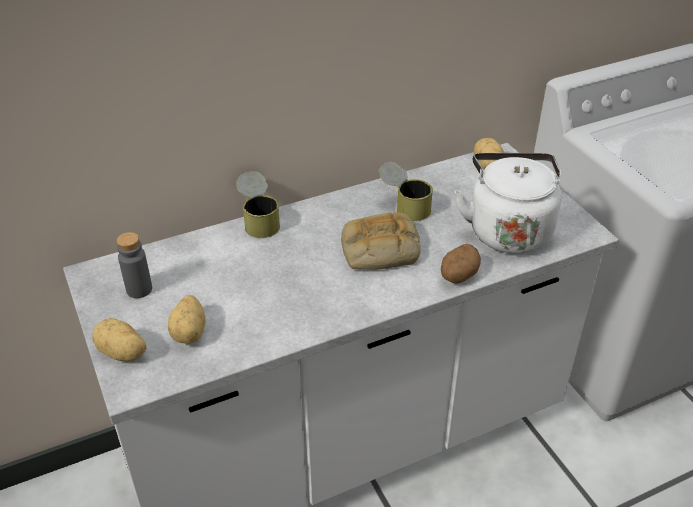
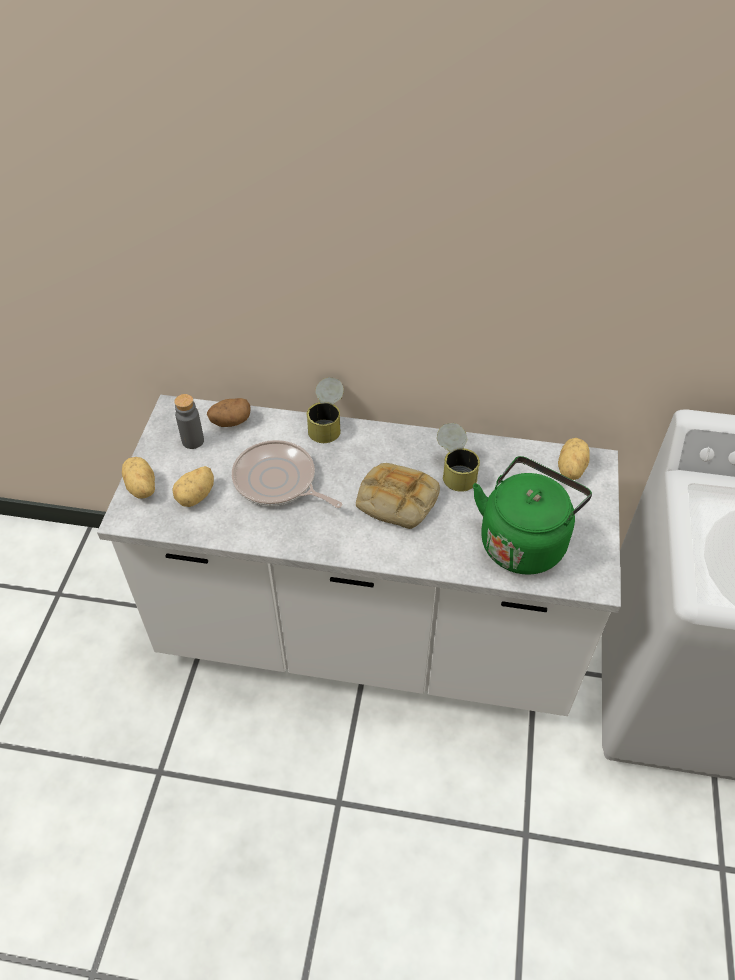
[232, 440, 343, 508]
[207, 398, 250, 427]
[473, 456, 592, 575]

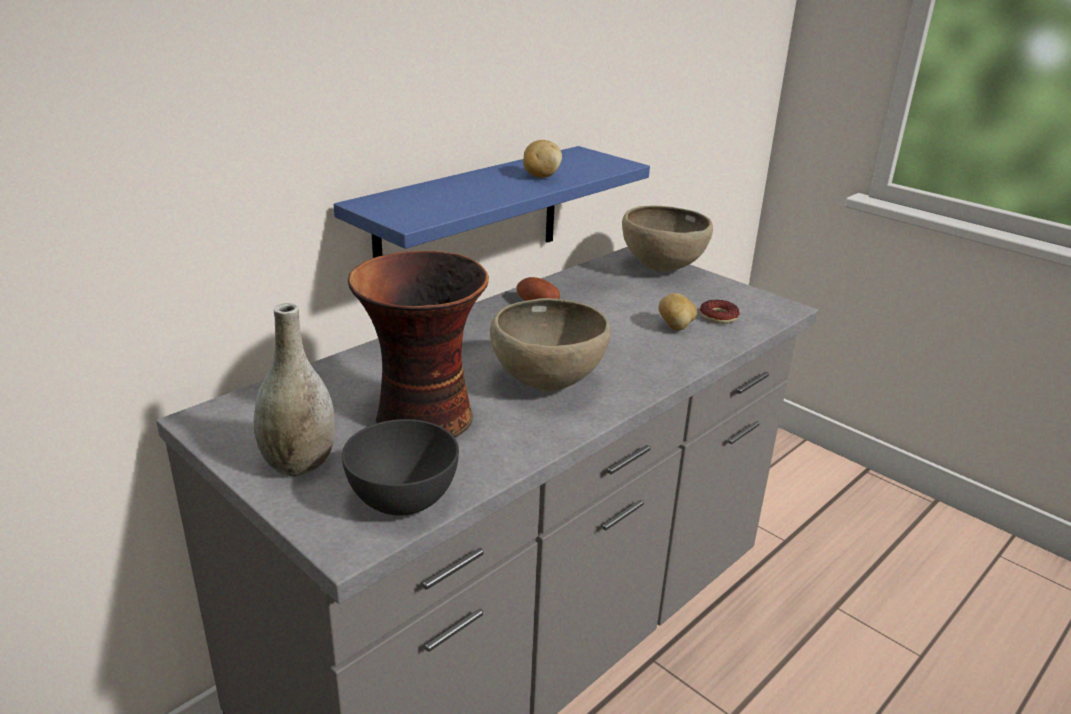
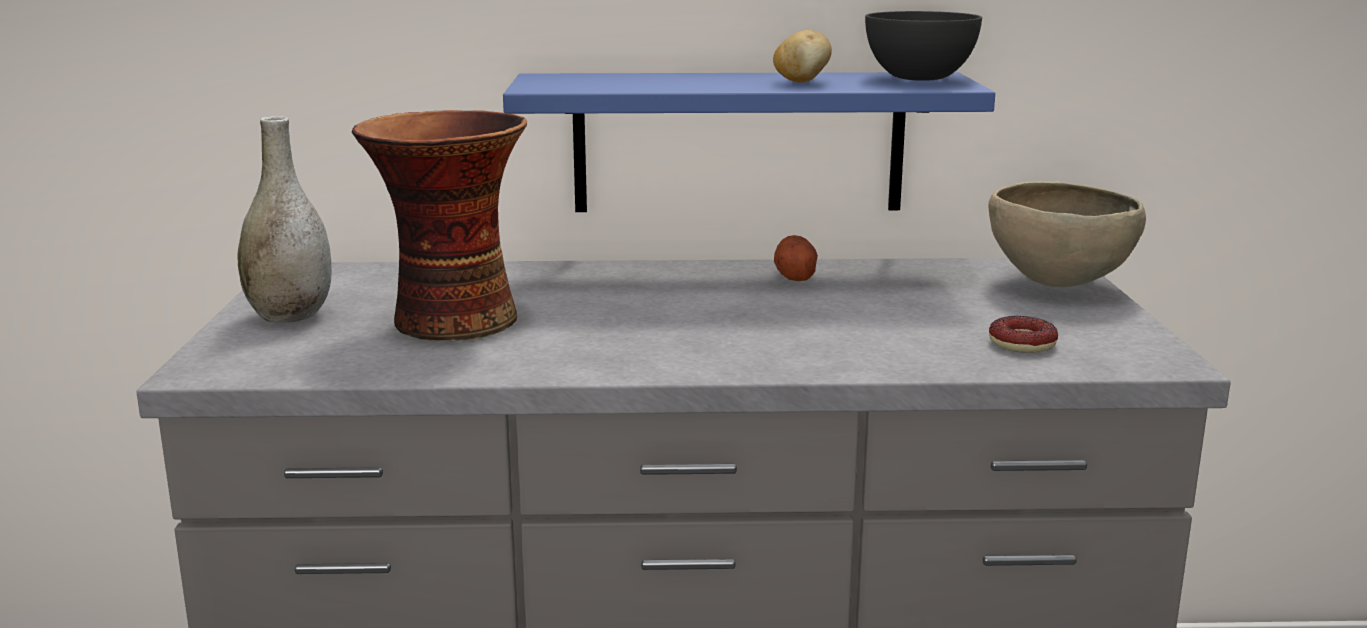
[490, 298, 611, 391] (first image)
[659, 293, 697, 331] (first image)
[865, 11, 982, 81]

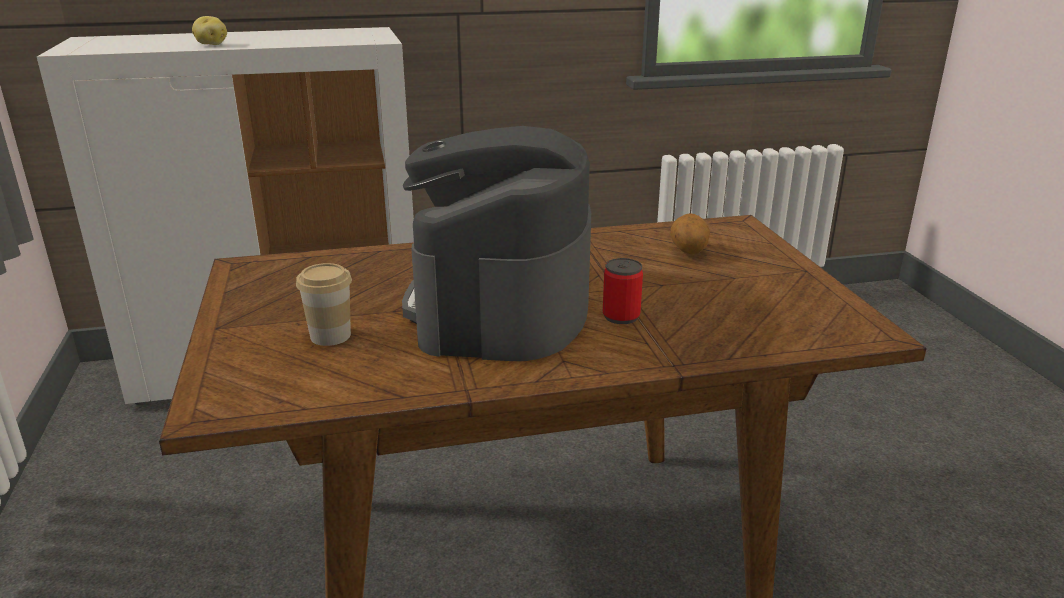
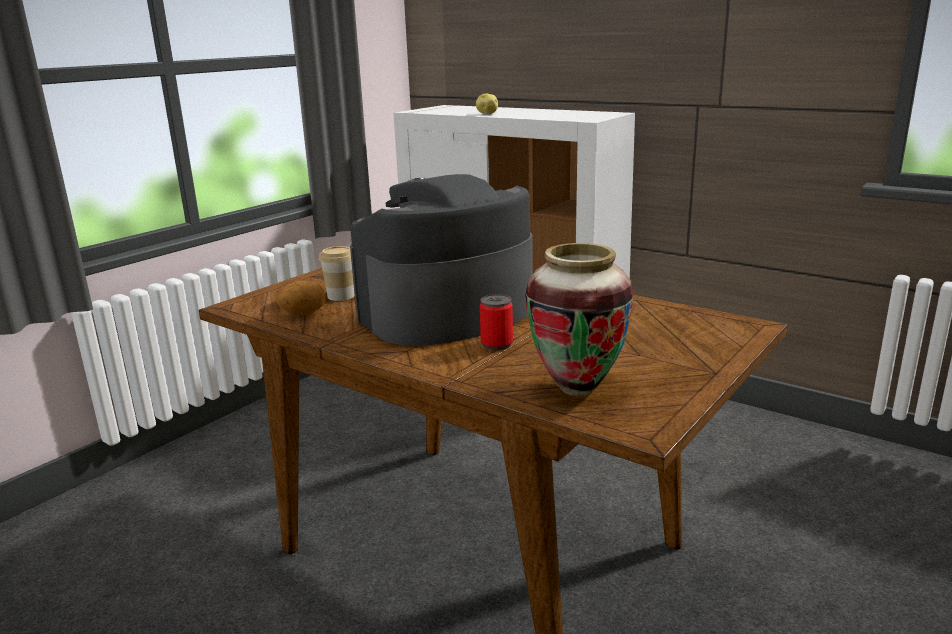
[525, 243, 634, 396]
[277, 280, 325, 315]

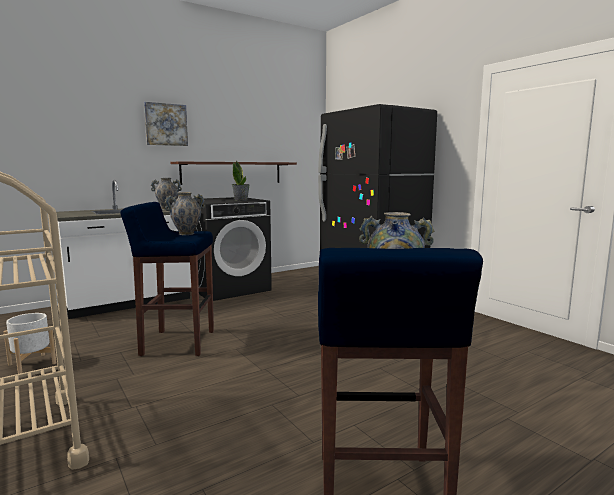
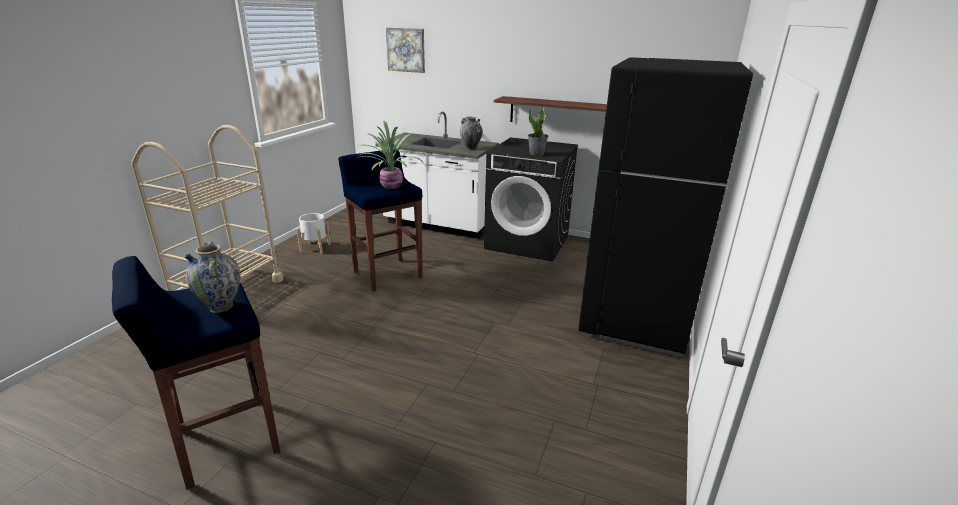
[386, 28, 425, 73]
[357, 121, 423, 189]

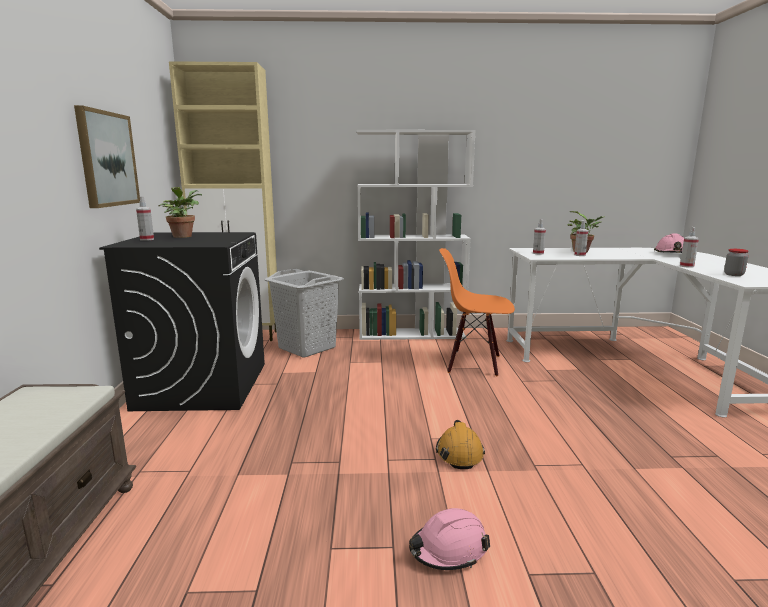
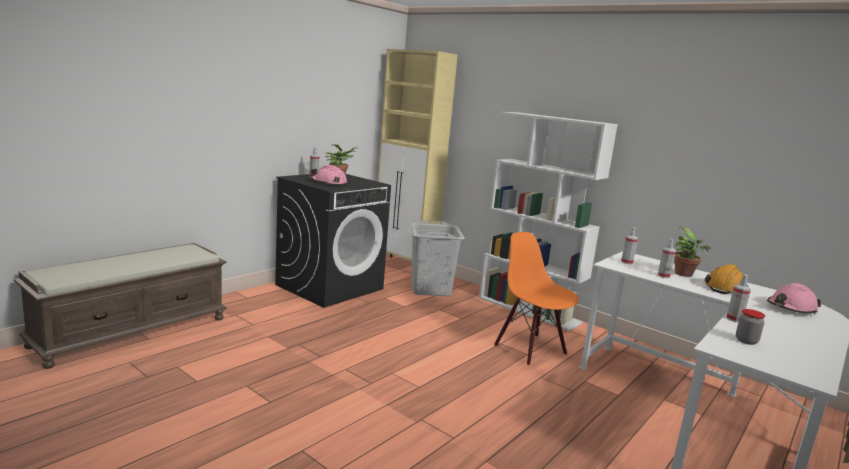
[74, 105, 140, 208] (first image)
[311, 165, 347, 186]
[705, 264, 748, 294]

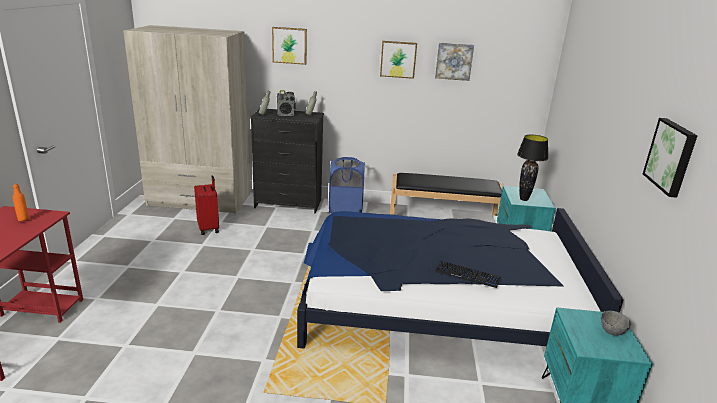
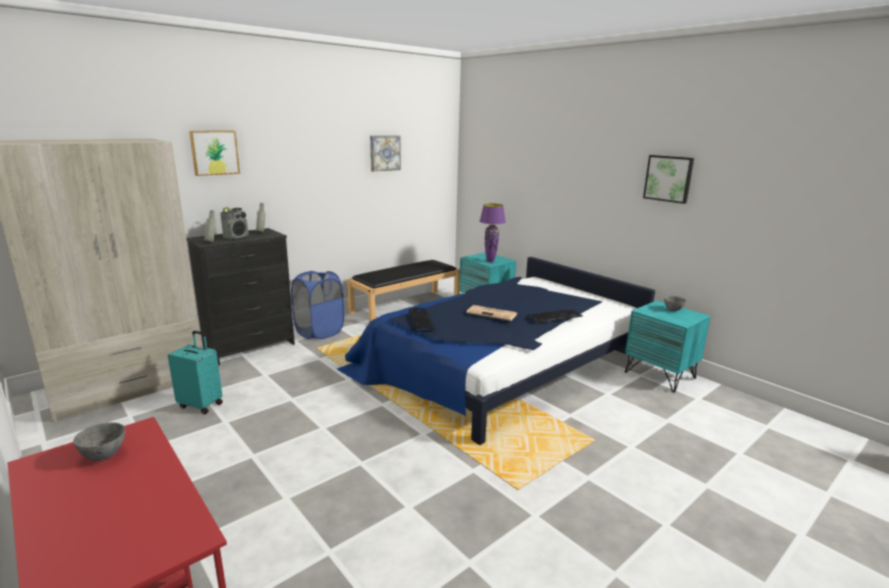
[380, 41, 417, 79] (first image)
[409, 307, 436, 331]
[466, 305, 517, 321]
[73, 422, 125, 461]
[168, 331, 223, 414]
[480, 204, 506, 262]

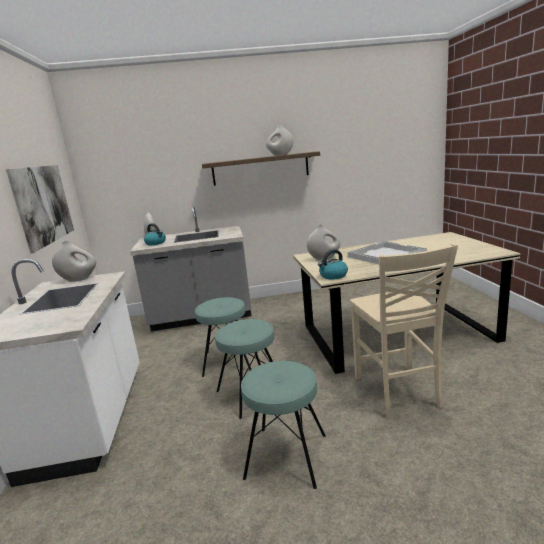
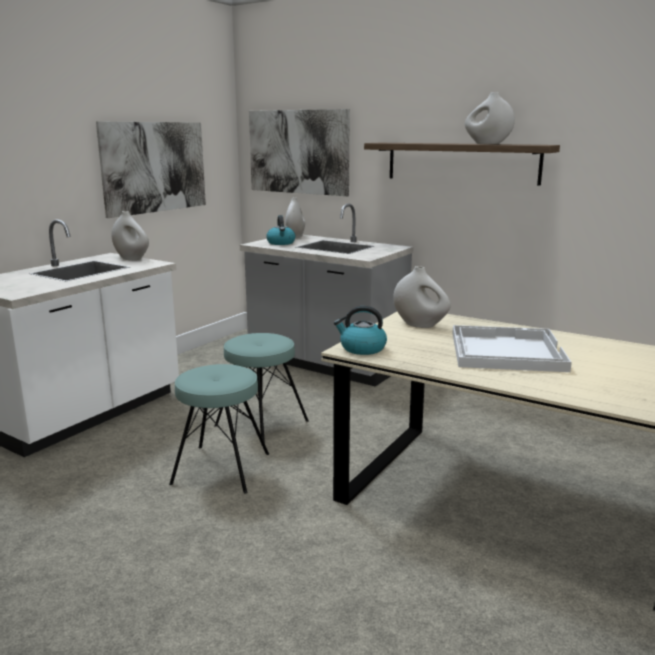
[241, 361, 326, 489] (first image)
[350, 244, 458, 418] (first image)
[249, 109, 350, 196]

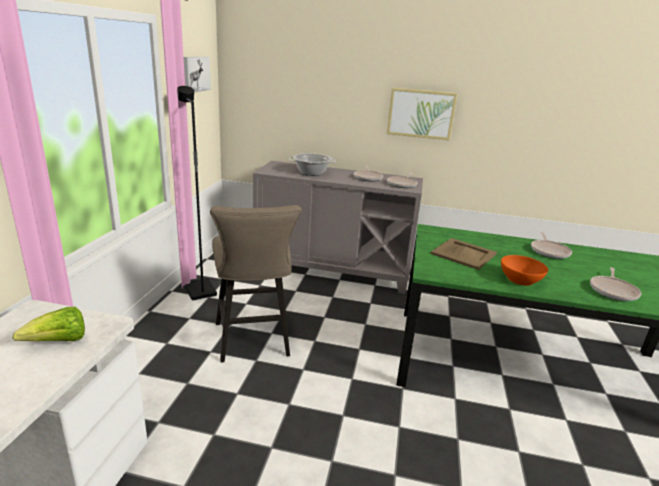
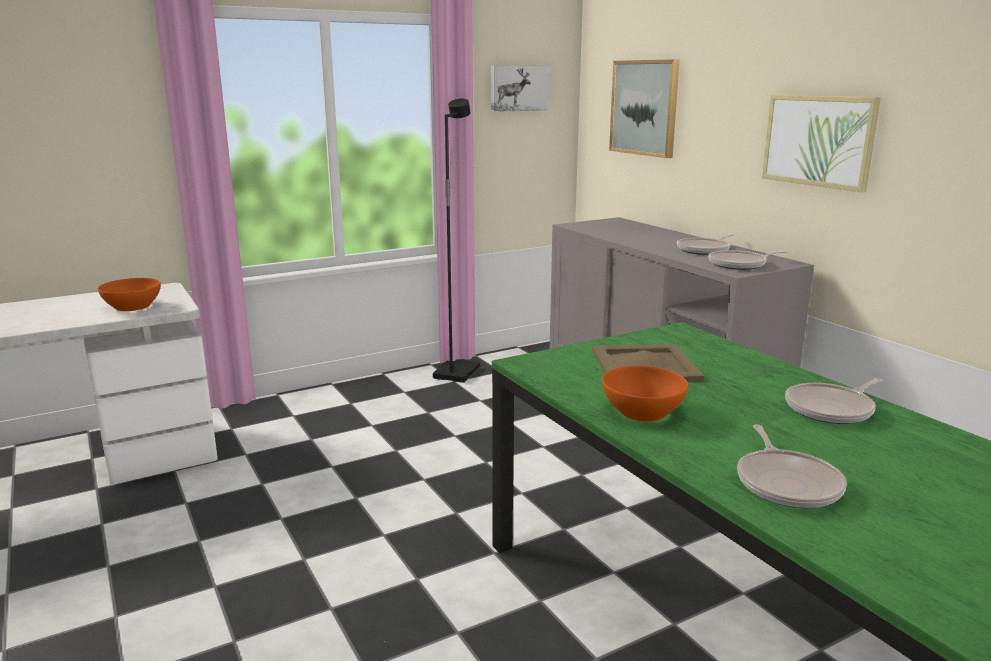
[210, 205, 302, 363] (first image)
[289, 153, 336, 176] (first image)
[609, 59, 680, 158]
[98, 278, 161, 311]
[737, 424, 847, 508]

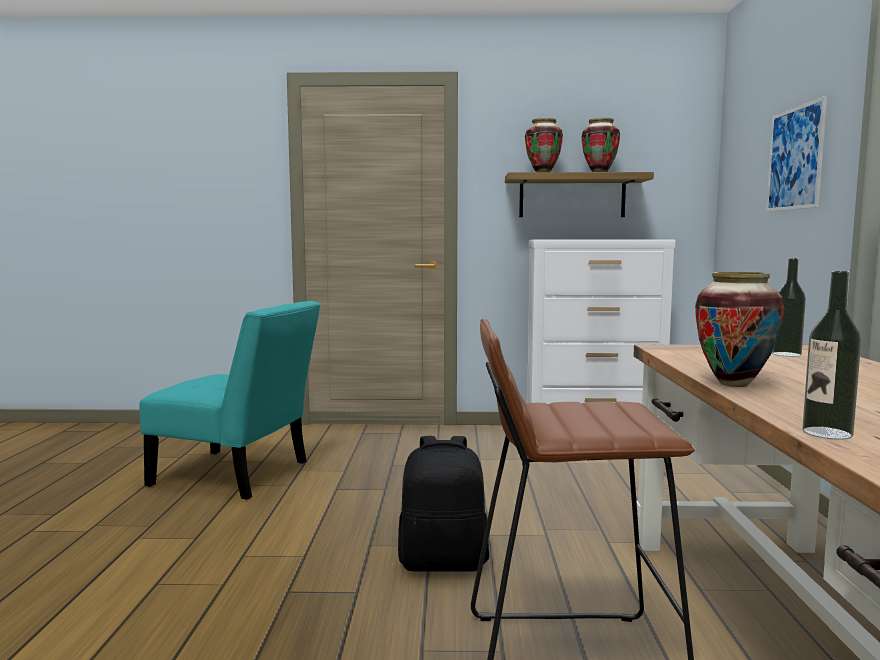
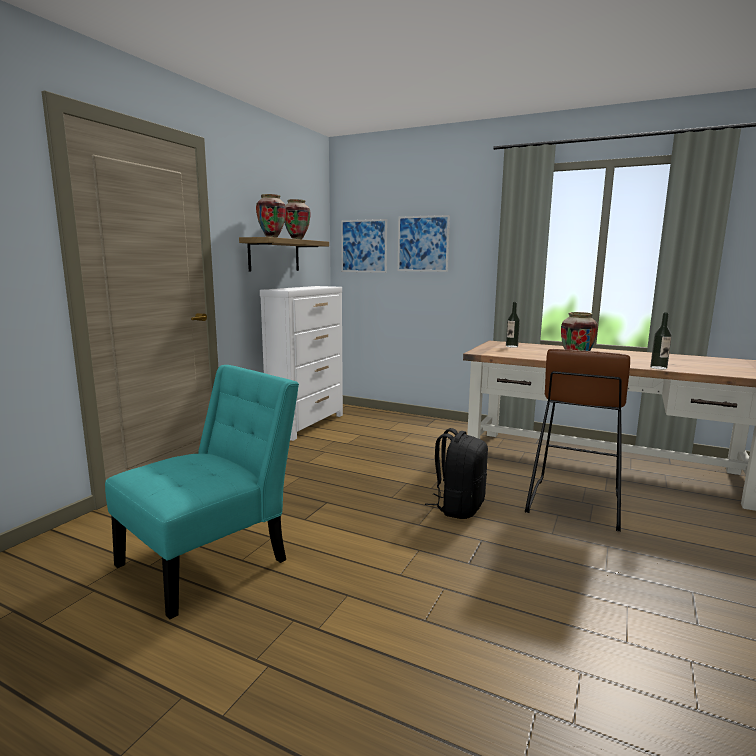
[341, 219, 387, 273]

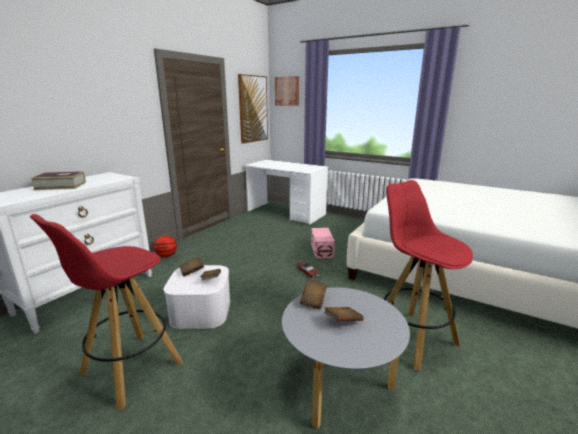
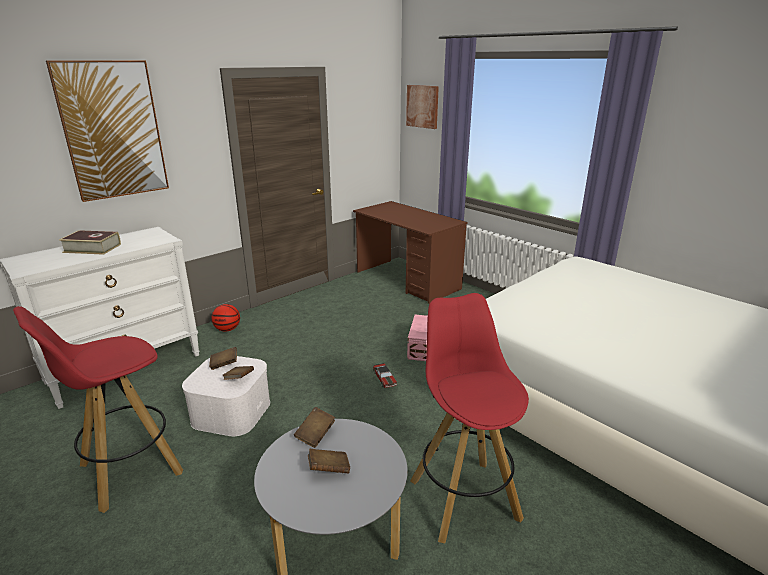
[46, 60, 169, 202]
[353, 201, 468, 304]

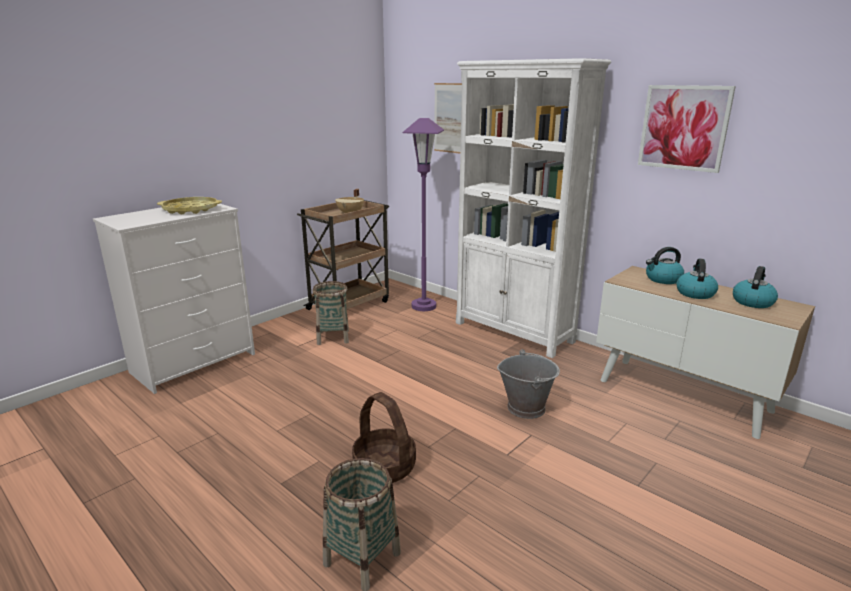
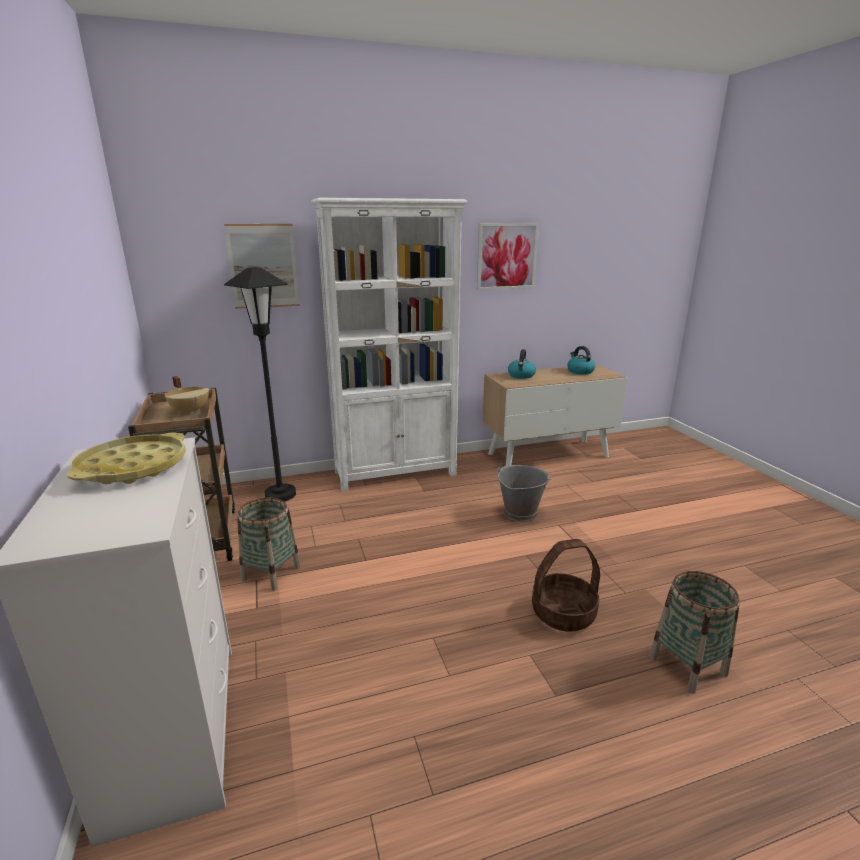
[676, 259, 718, 299] (first image)
[224, 267, 296, 502]

